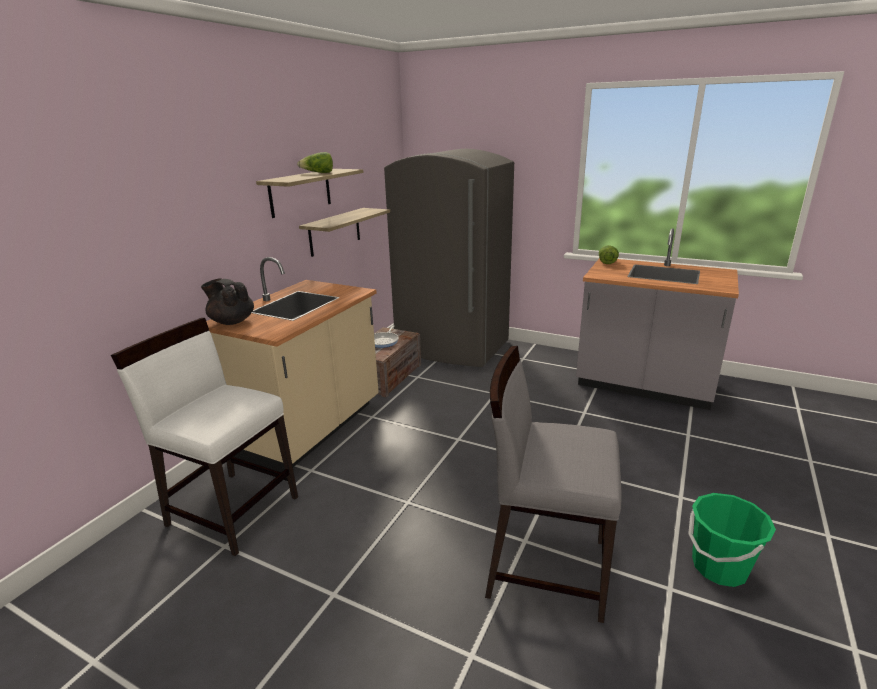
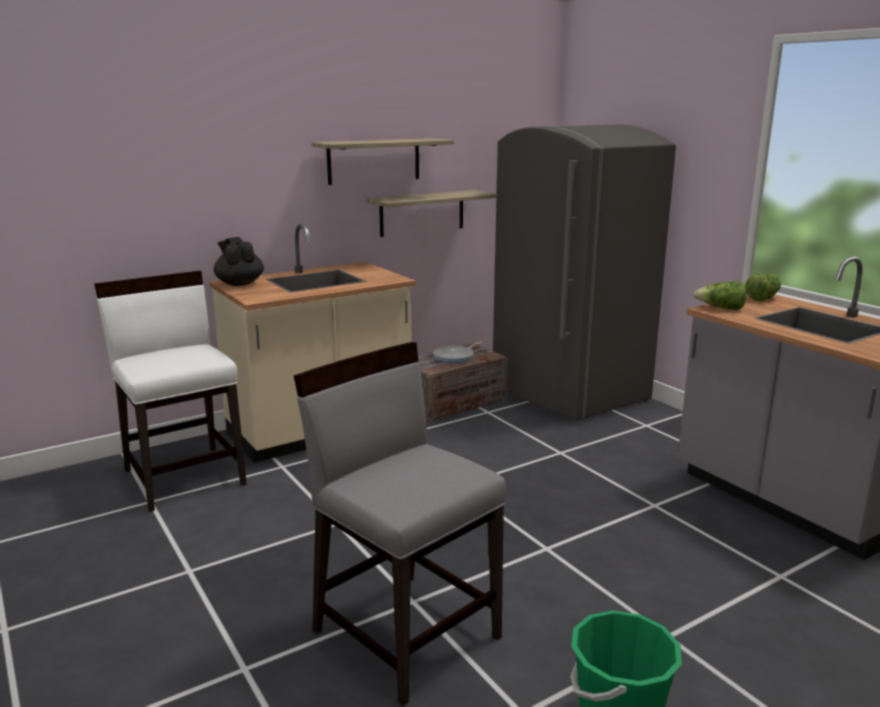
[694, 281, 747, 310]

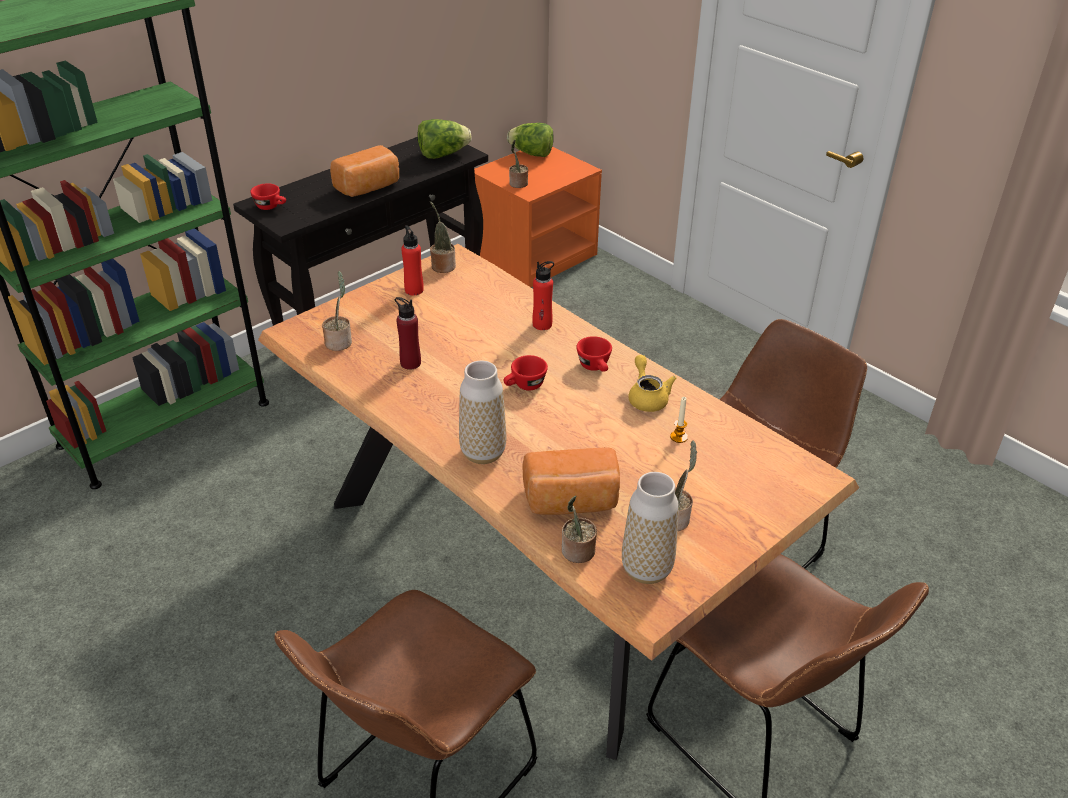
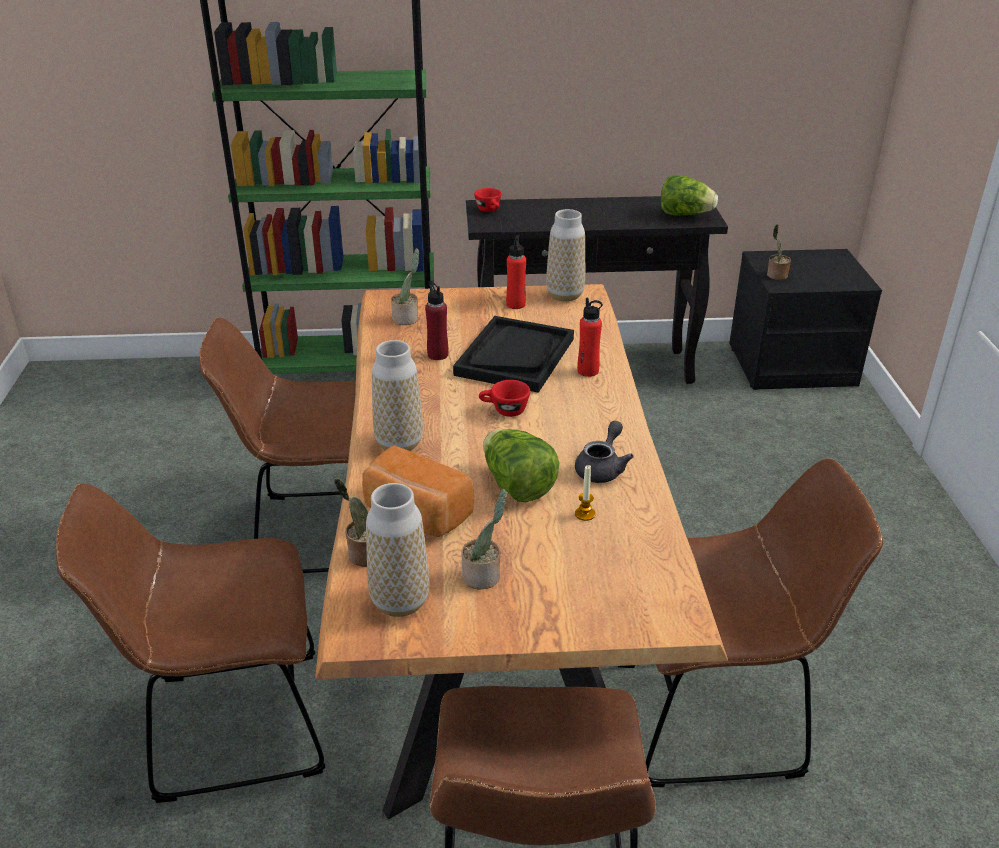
[330, 145, 399, 197] (first image)
[576, 336, 612, 372] (first image)
[200, 317, 356, 573]
[453, 316, 574, 393]
[483, 429, 559, 502]
[546, 209, 585, 302]
[729, 249, 882, 390]
[575, 421, 634, 483]

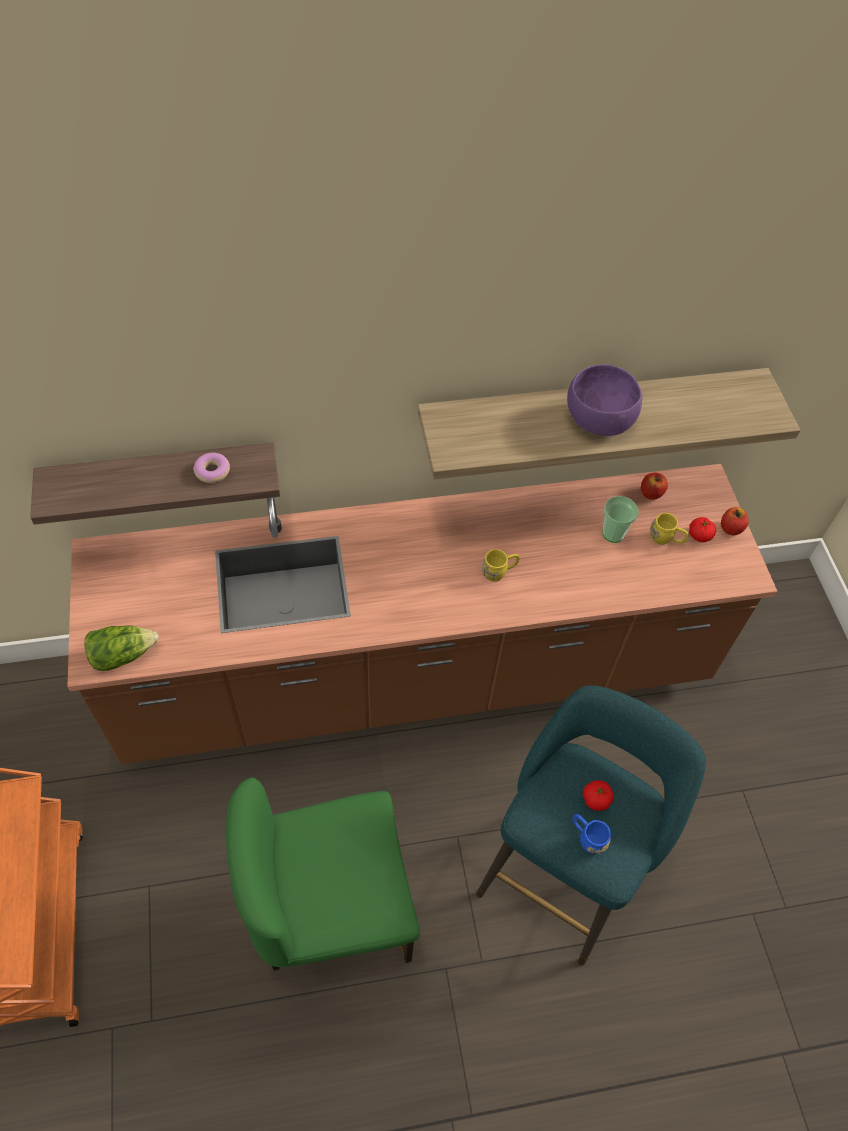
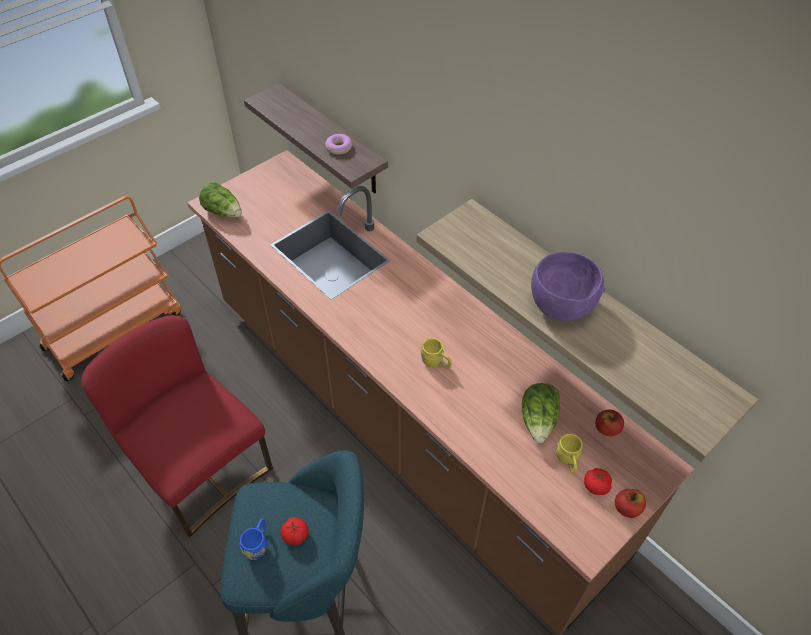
[522, 383, 560, 443]
[81, 315, 273, 538]

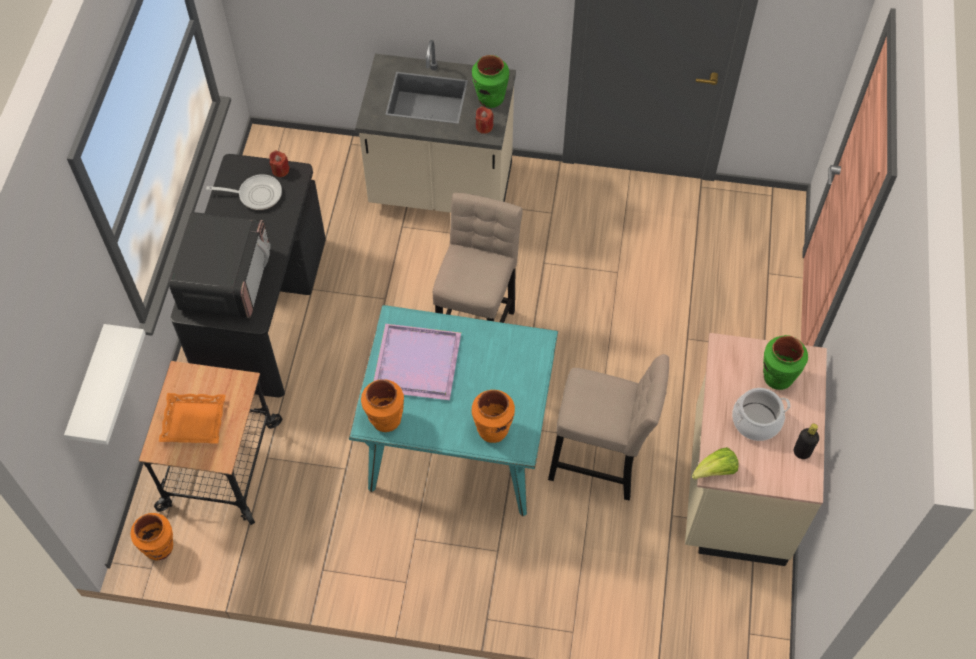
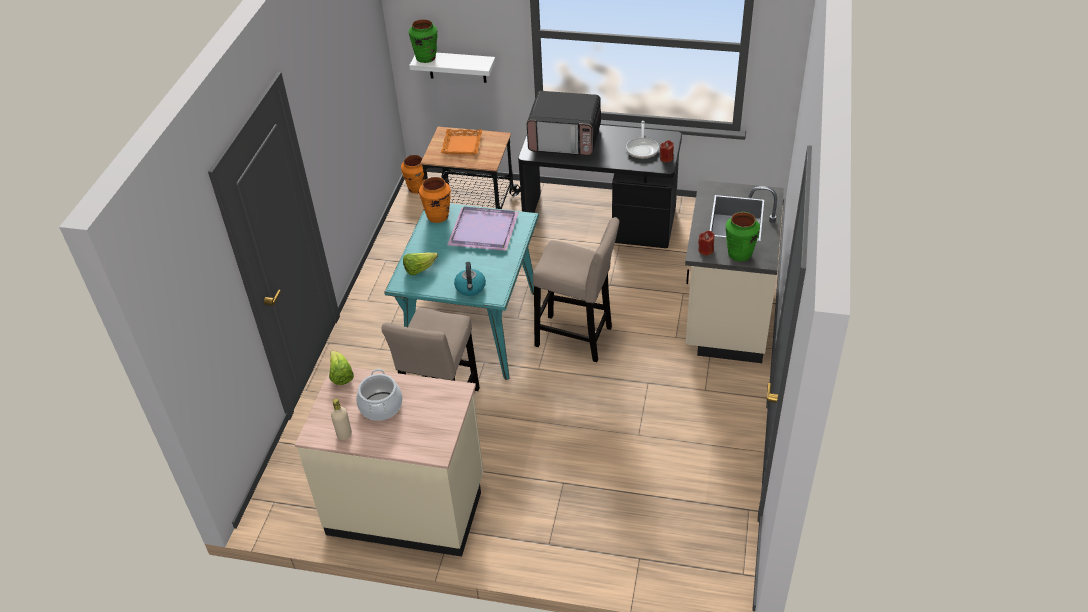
[454, 262, 486, 296]
[409, 19, 437, 63]
[403, 253, 438, 276]
[331, 399, 352, 440]

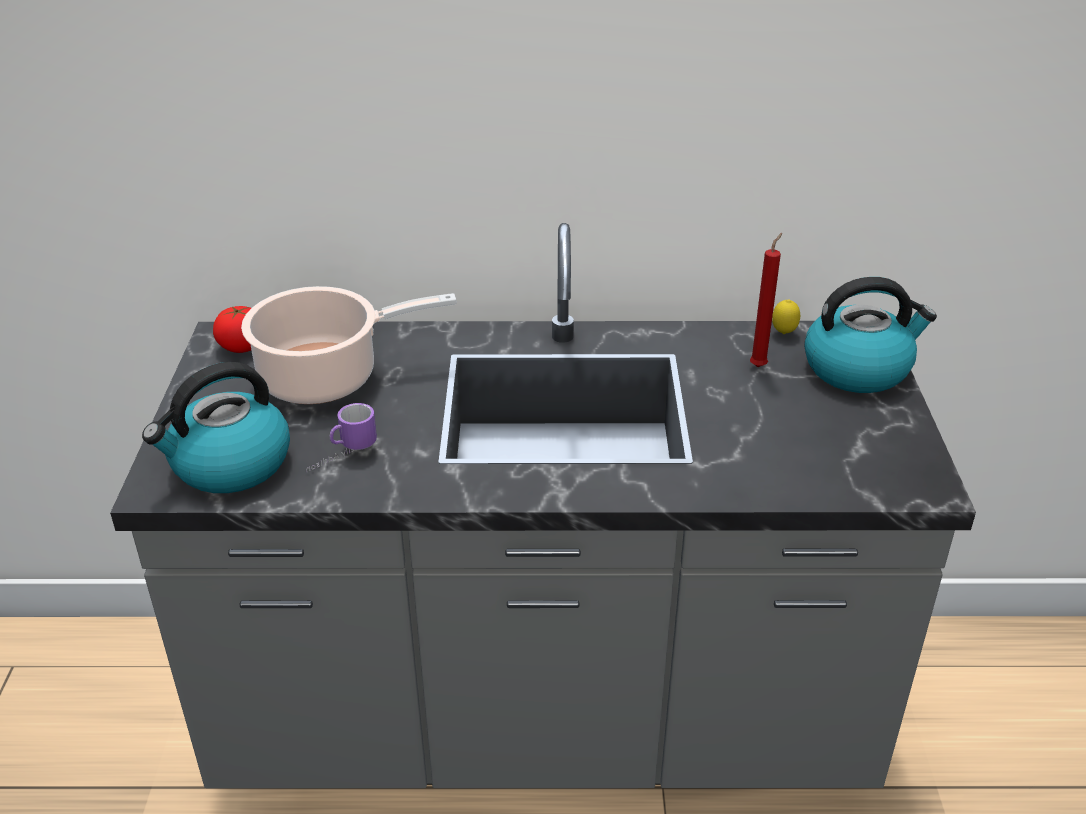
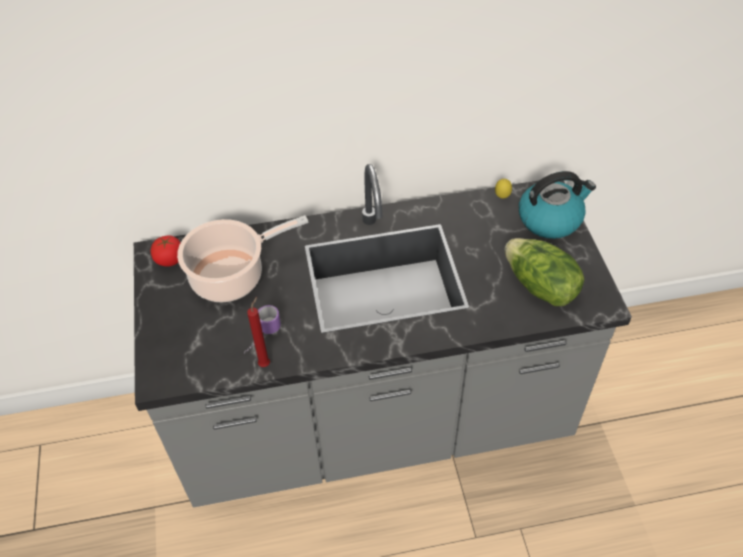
[142, 362, 290, 493] (first image)
[504, 238, 585, 306]
[247, 297, 270, 367]

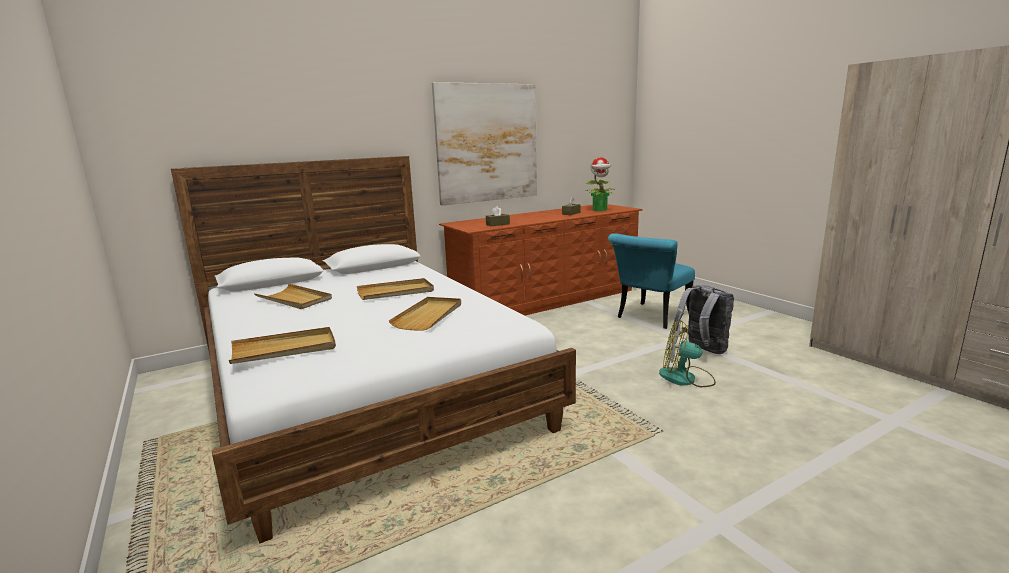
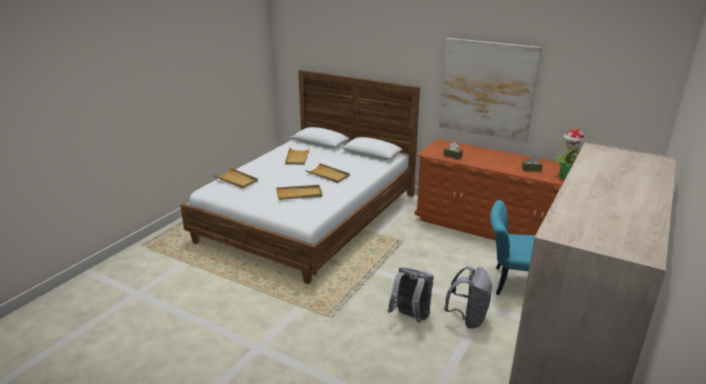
[388, 267, 434, 323]

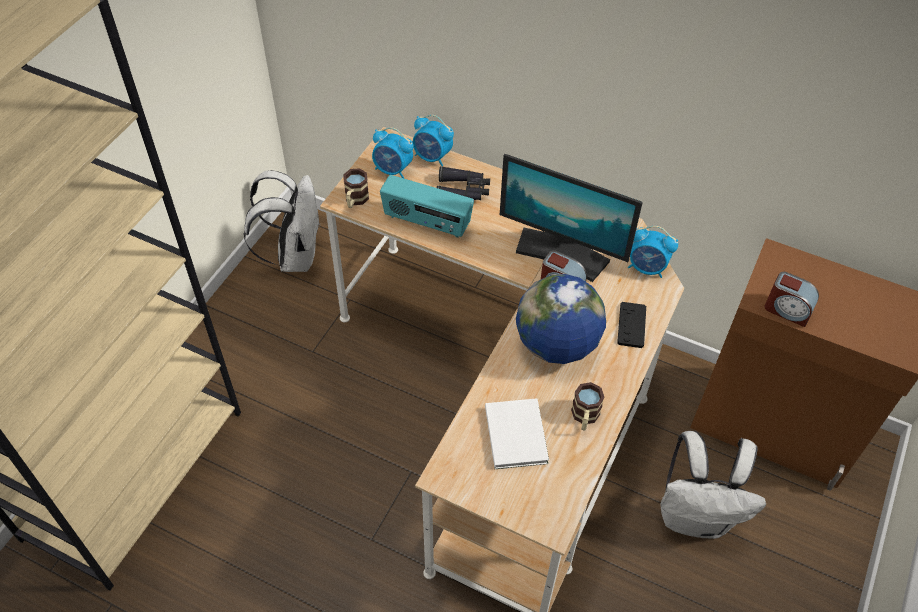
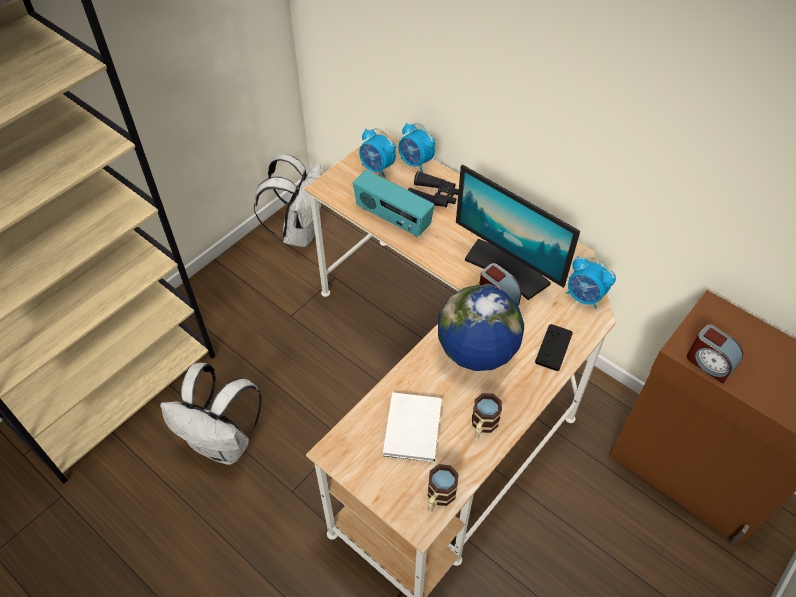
[428, 464, 458, 512]
[160, 363, 262, 465]

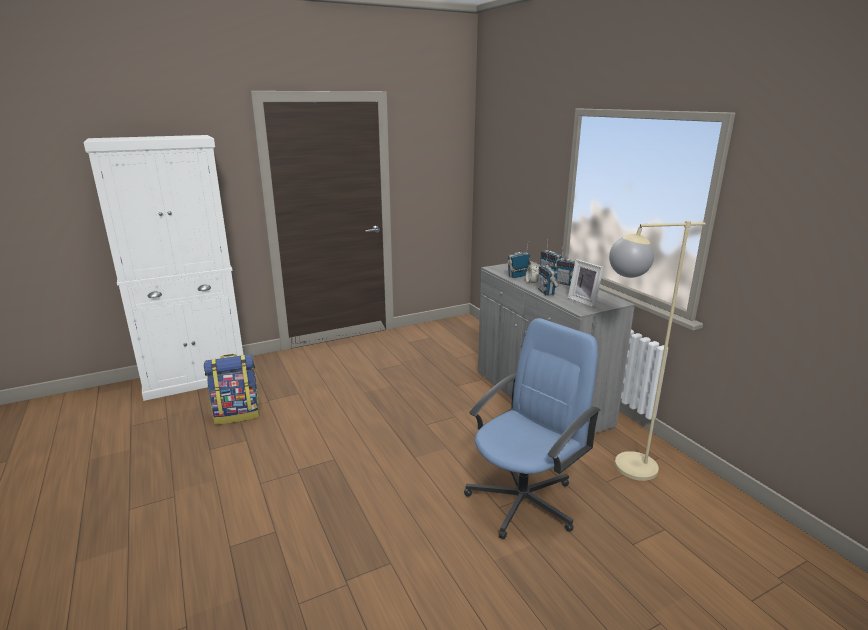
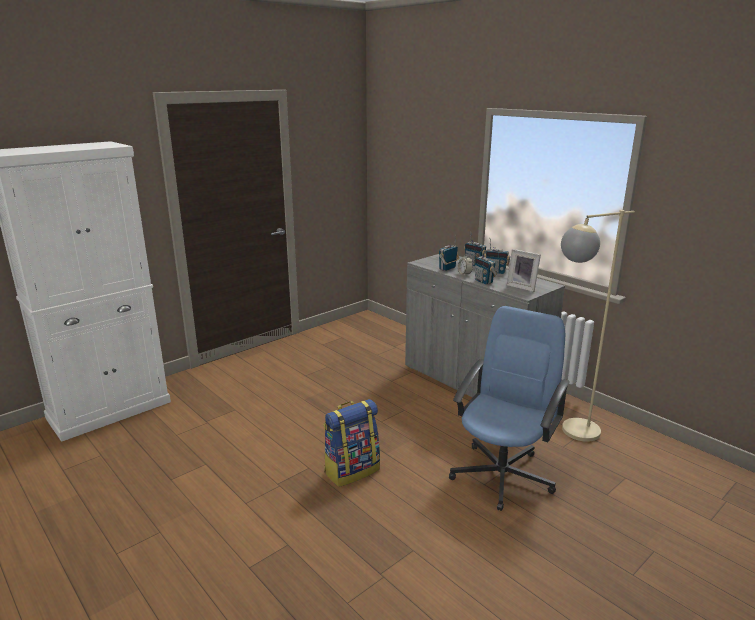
[324, 399, 380, 487]

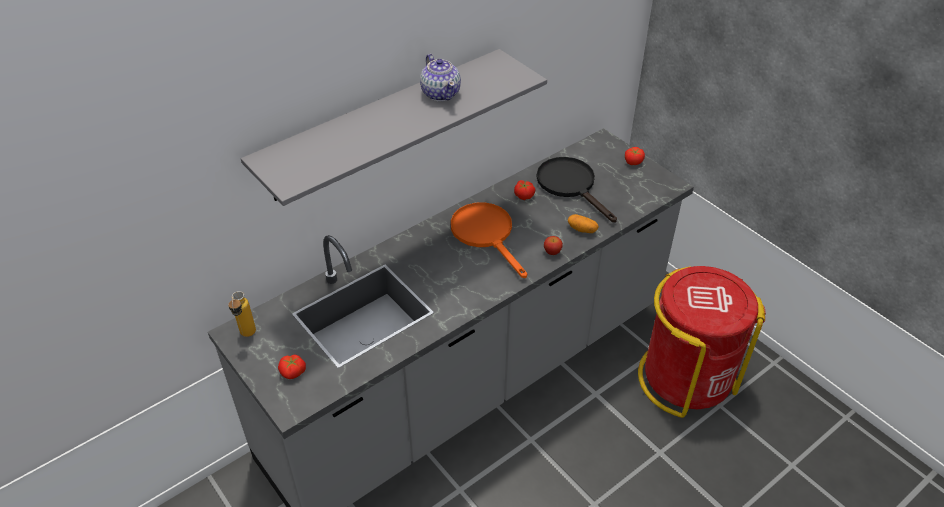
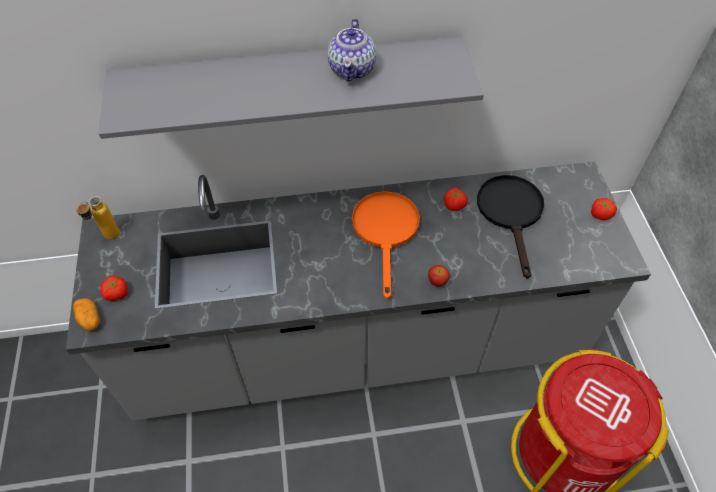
[73, 298, 100, 331]

